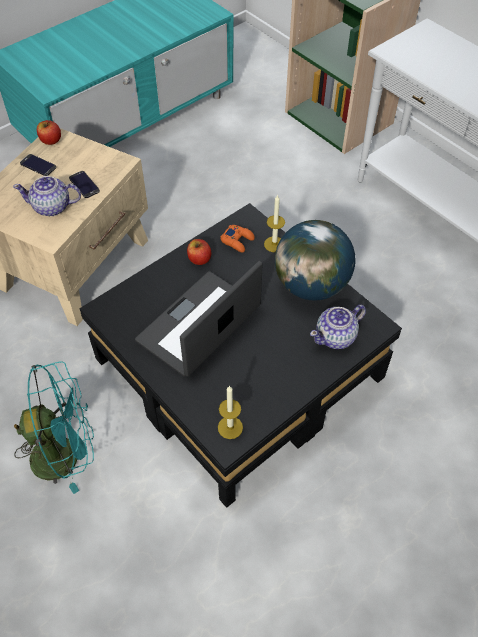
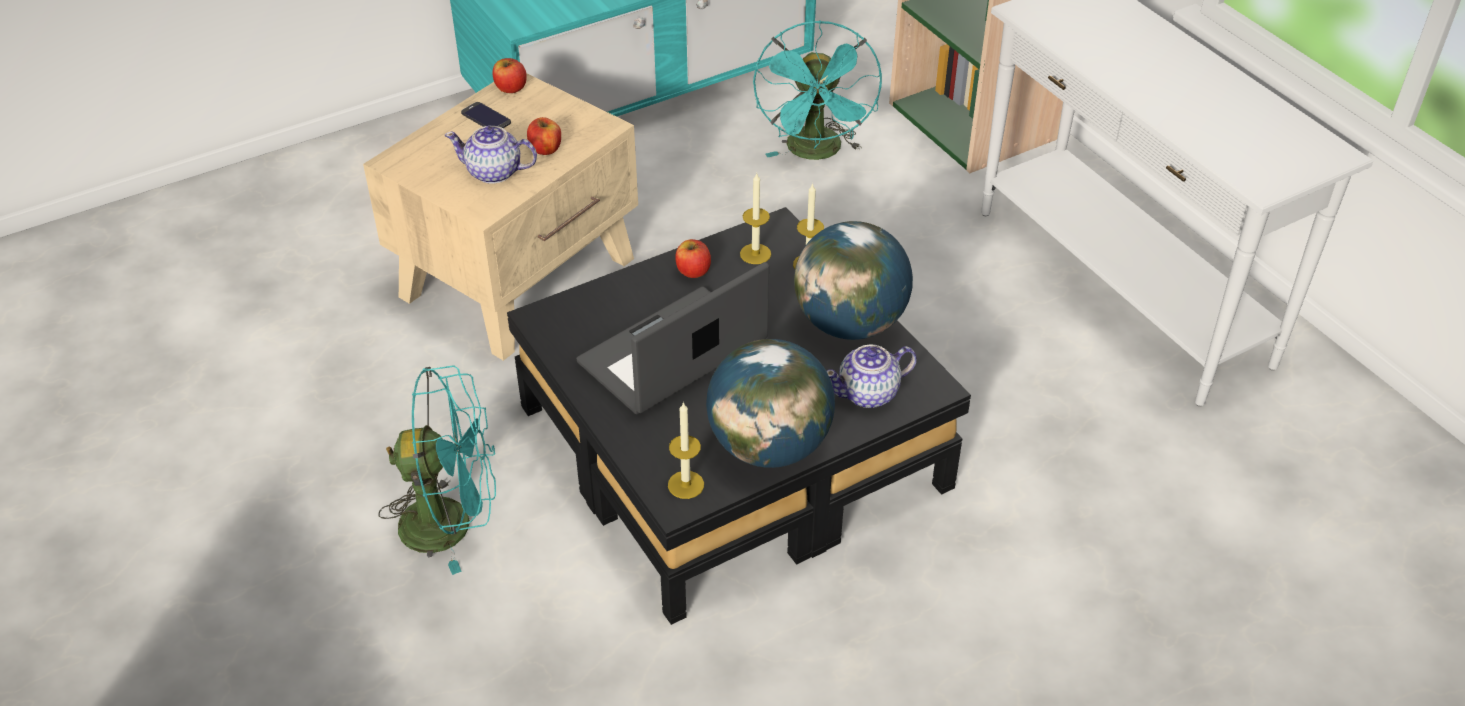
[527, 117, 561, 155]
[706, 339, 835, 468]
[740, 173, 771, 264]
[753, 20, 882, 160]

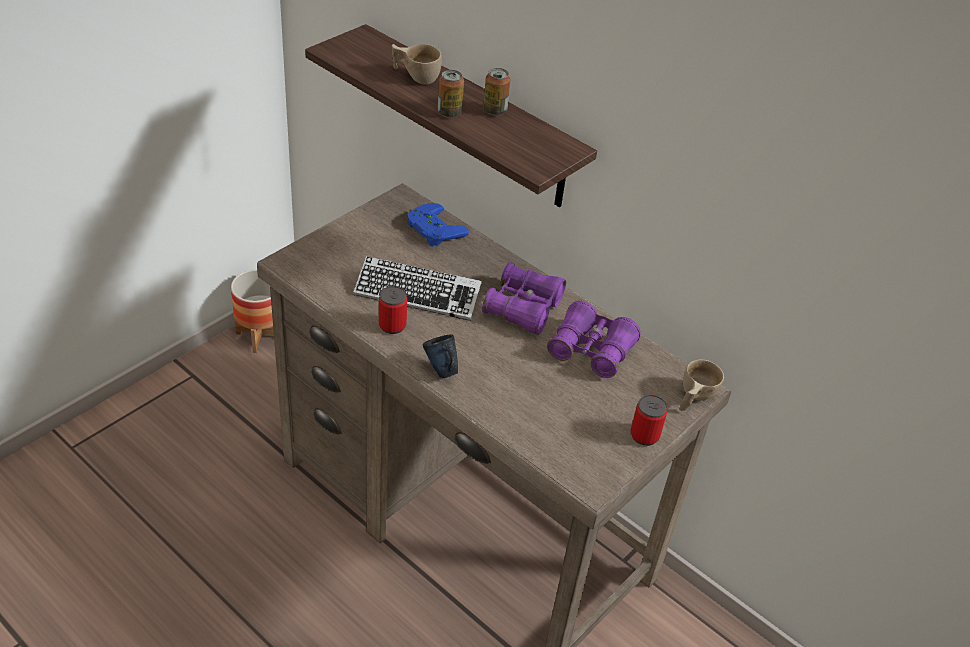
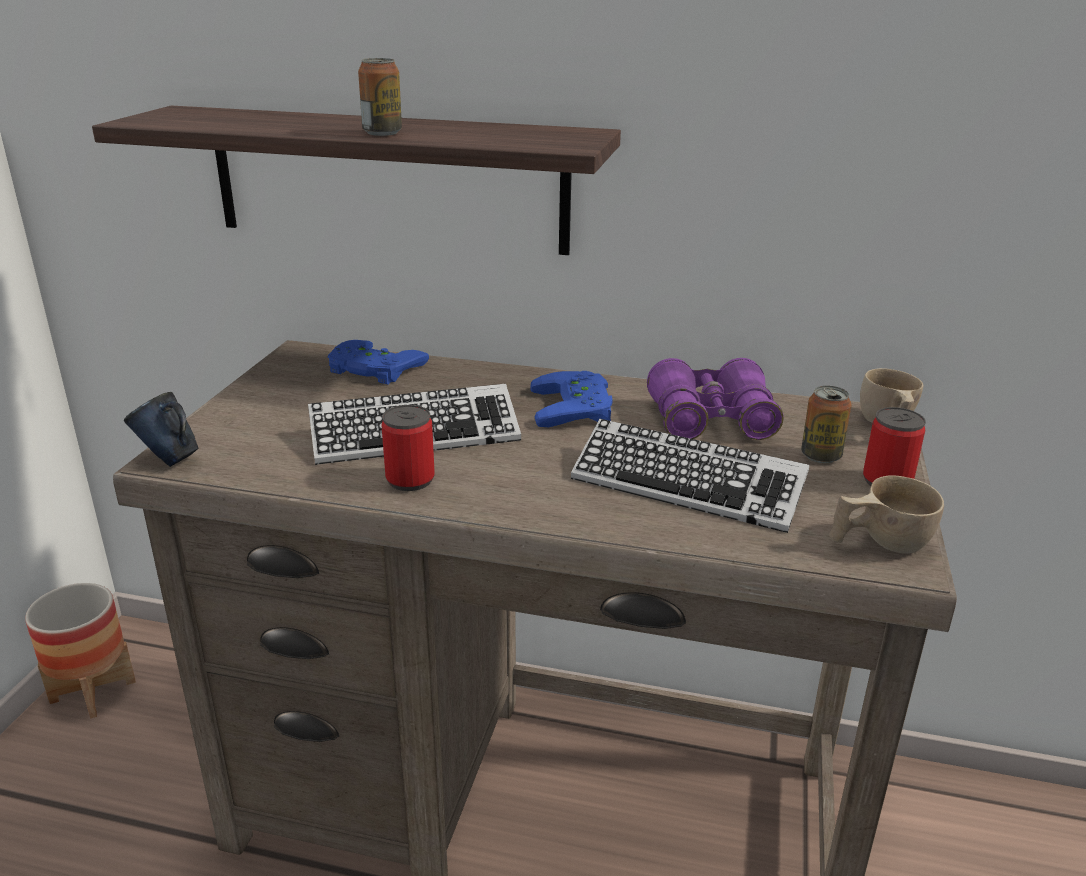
[124, 392, 198, 467]
[530, 371, 612, 427]
[571, 418, 809, 533]
[801, 386, 852, 463]
[829, 475, 944, 554]

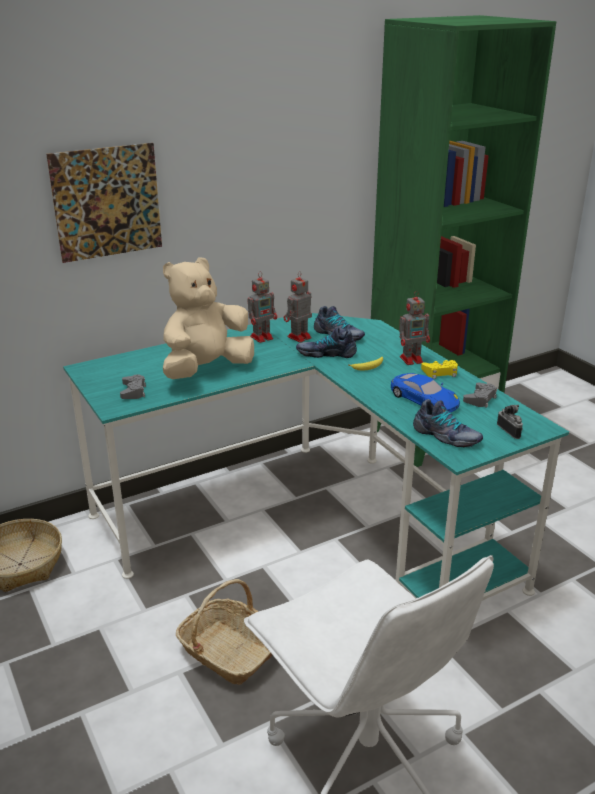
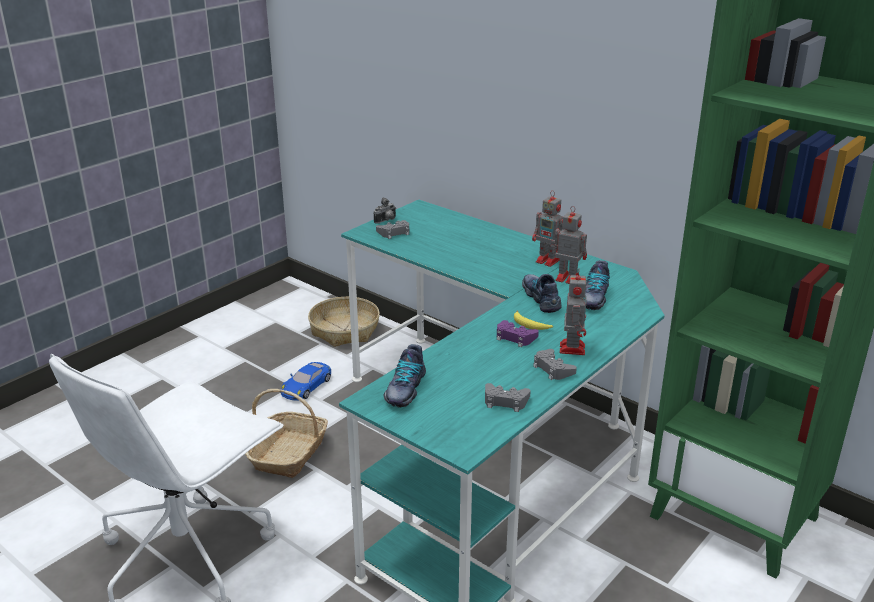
[281, 362, 331, 400]
[373, 198, 396, 224]
[497, 320, 539, 347]
[533, 349, 577, 380]
[560, 270, 586, 355]
[46, 143, 162, 263] (first image)
[163, 257, 254, 379] (first image)

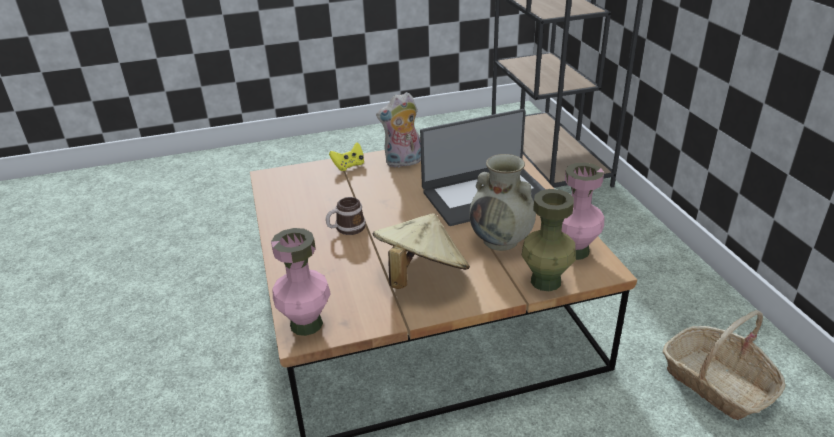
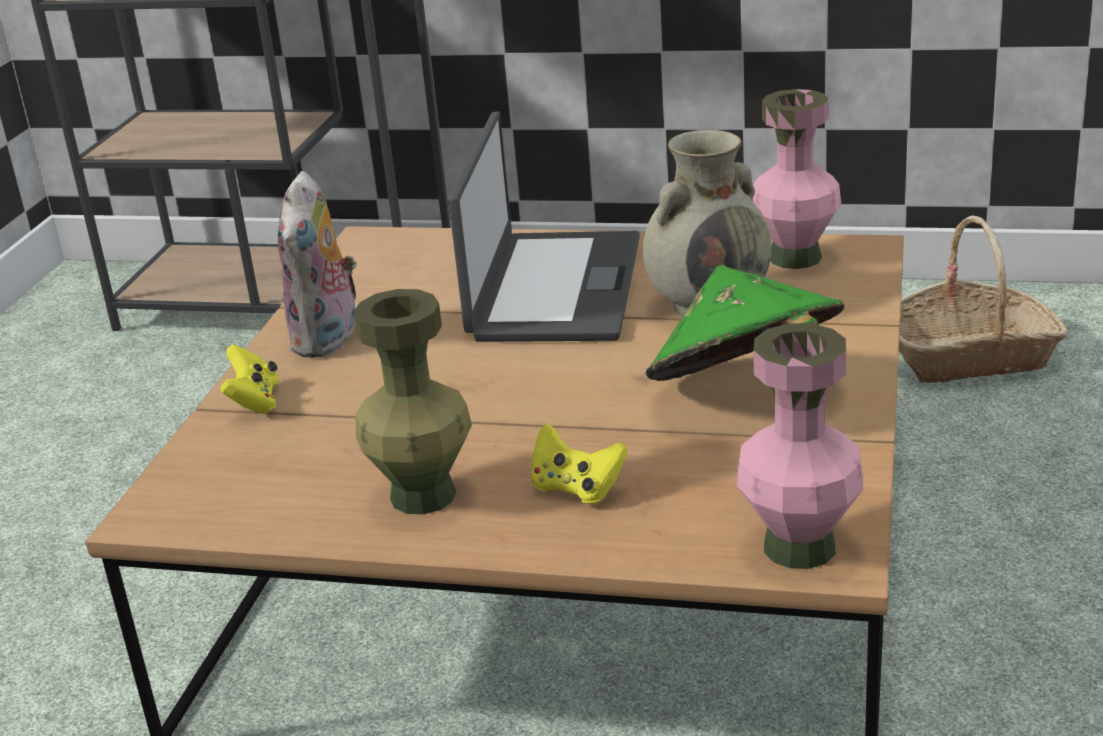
[354, 289, 472, 514]
[532, 423, 628, 504]
[646, 265, 844, 381]
[326, 197, 366, 235] (first image)

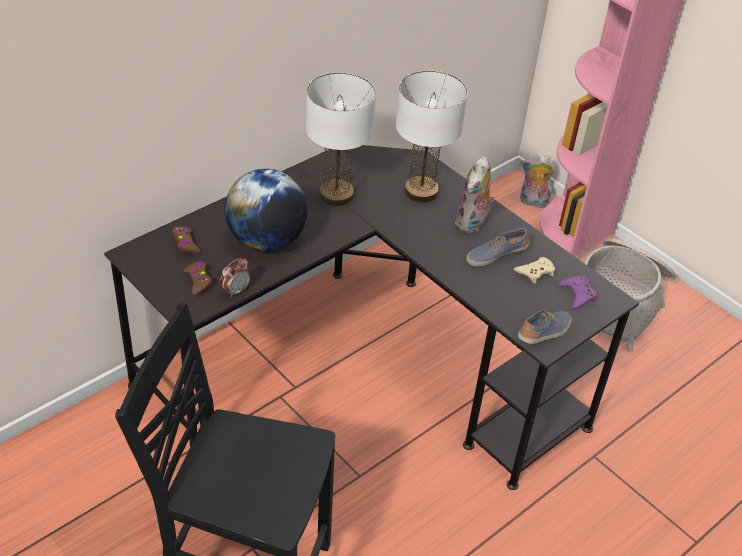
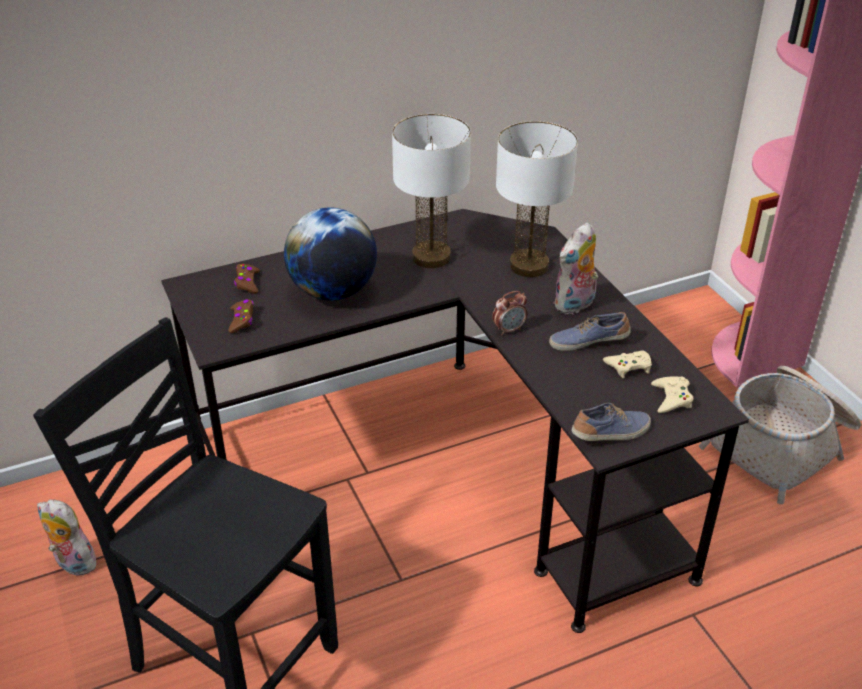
[37, 499, 98, 577]
[492, 291, 527, 336]
[651, 376, 693, 413]

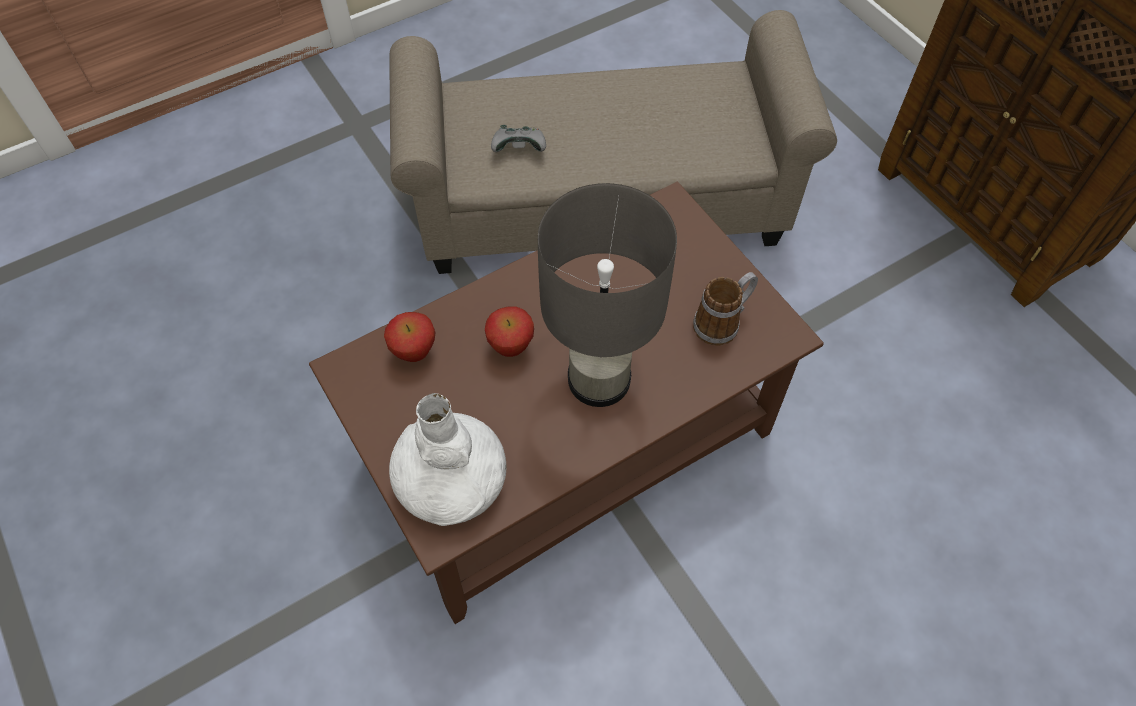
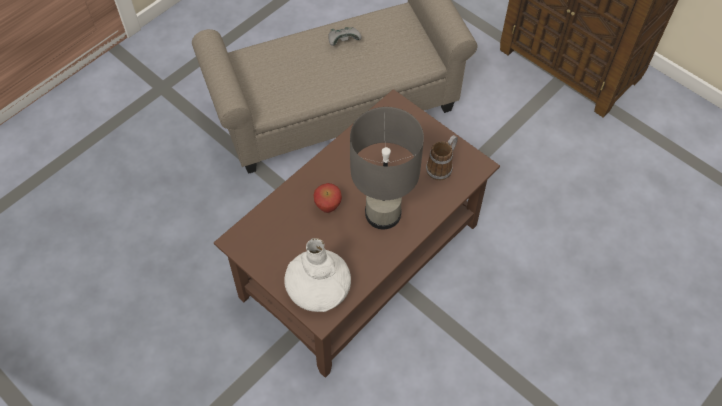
[328, 27, 362, 46]
[384, 312, 436, 362] (first image)

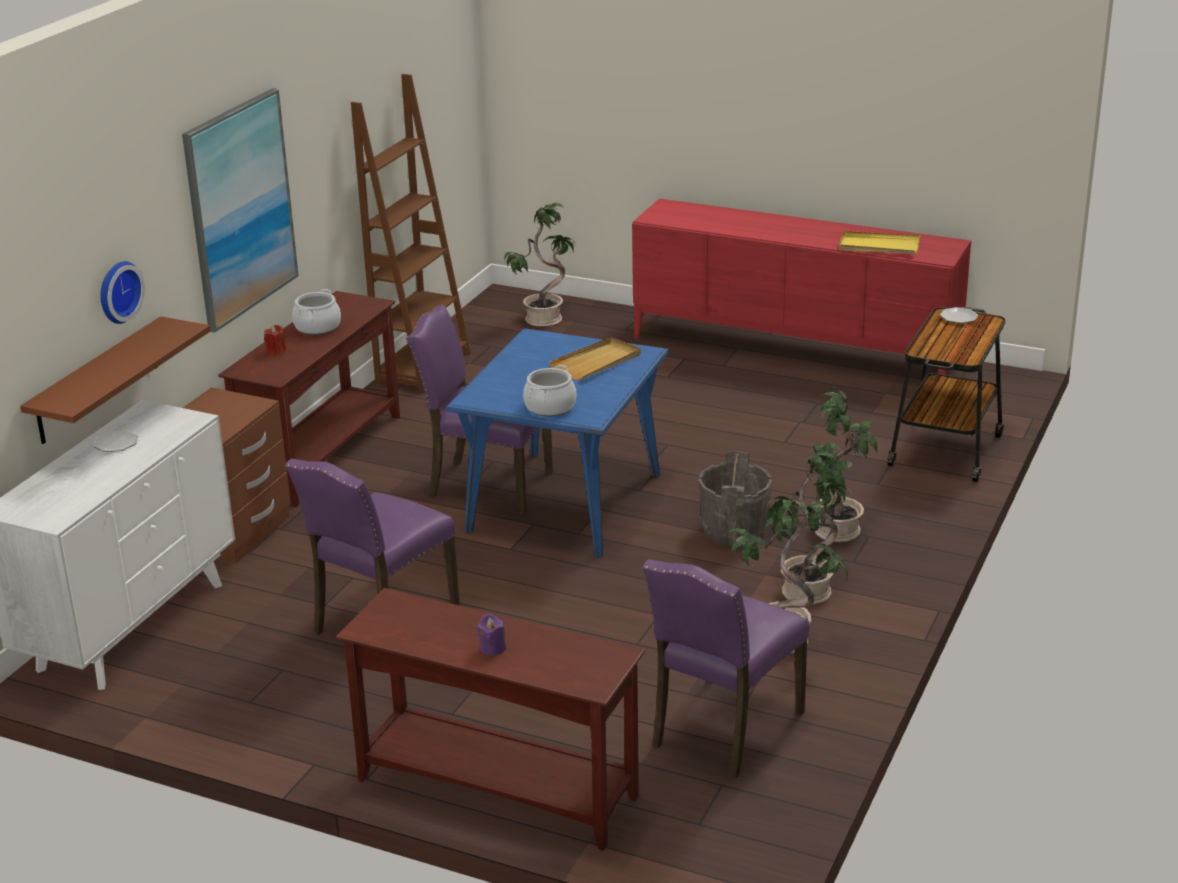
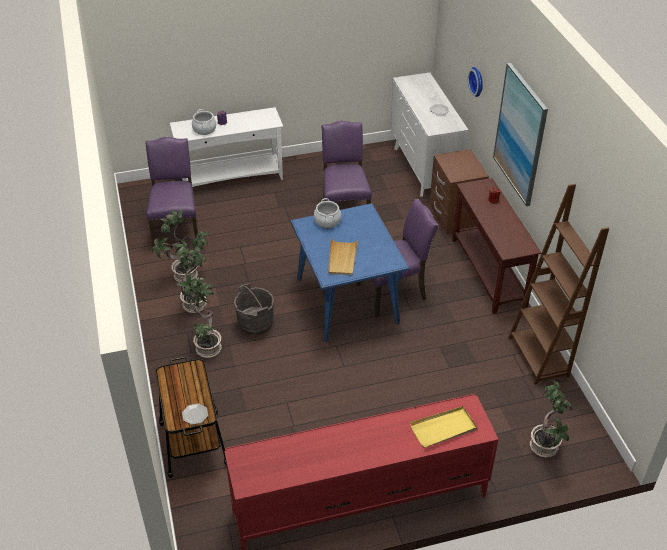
[170, 107, 283, 187]
[192, 109, 216, 135]
[410, 406, 477, 448]
[20, 316, 210, 444] (first image)

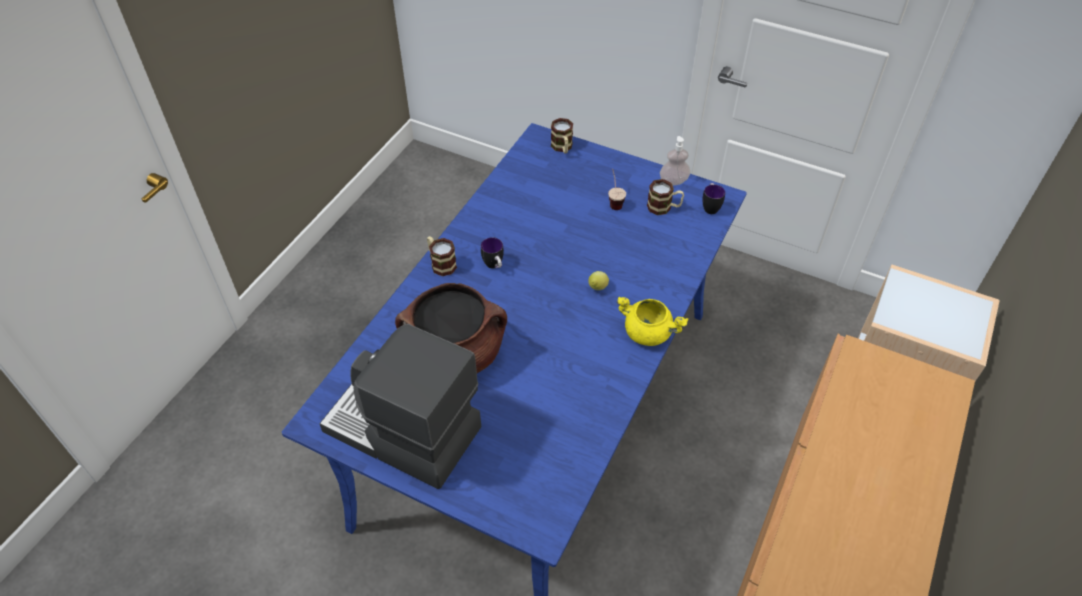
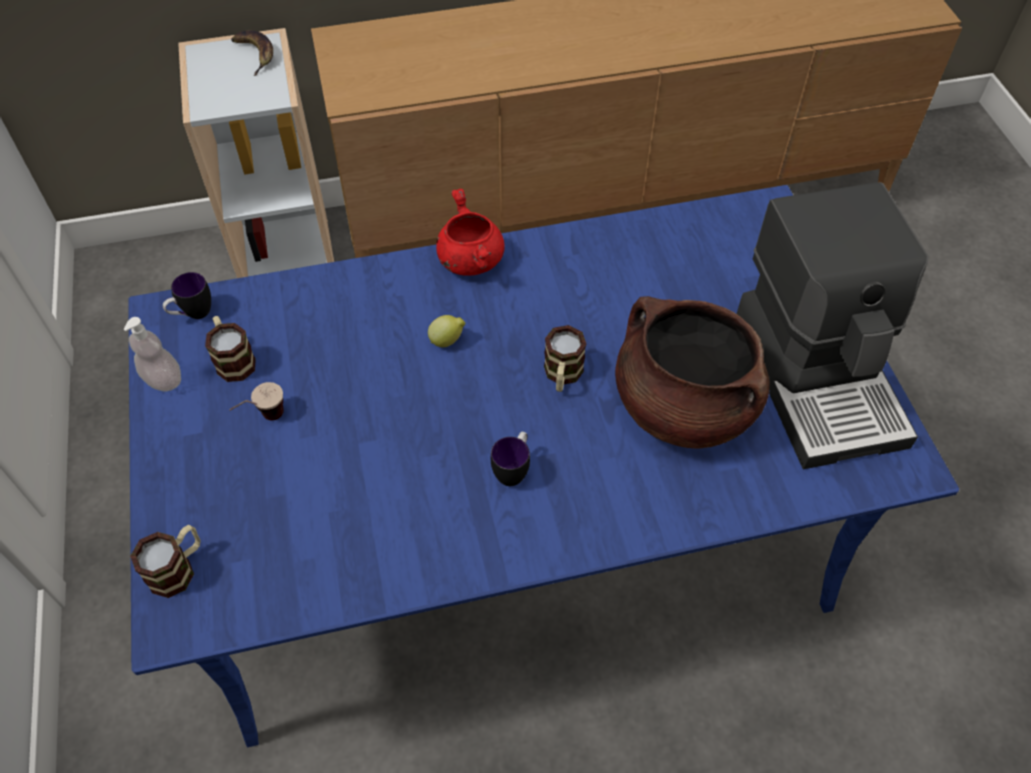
[231, 31, 273, 76]
[436, 189, 505, 276]
[544, 325, 586, 392]

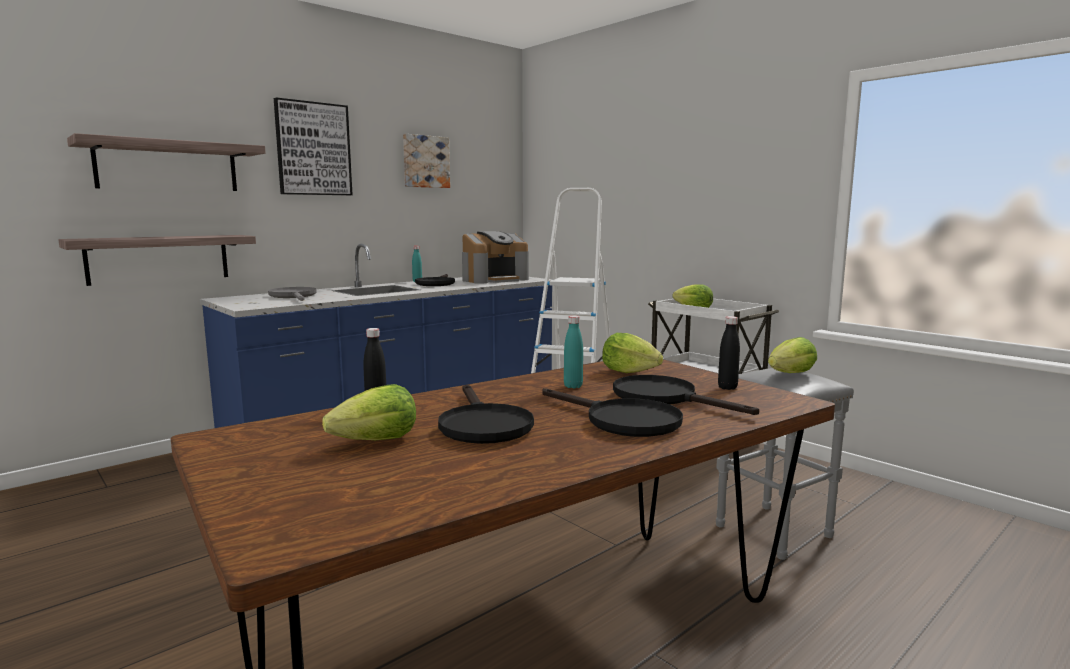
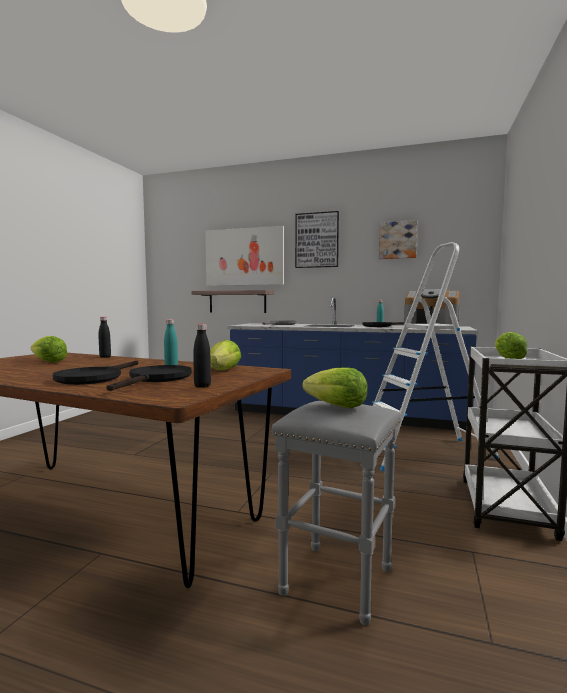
[205, 226, 284, 286]
[438, 385, 534, 444] (first image)

